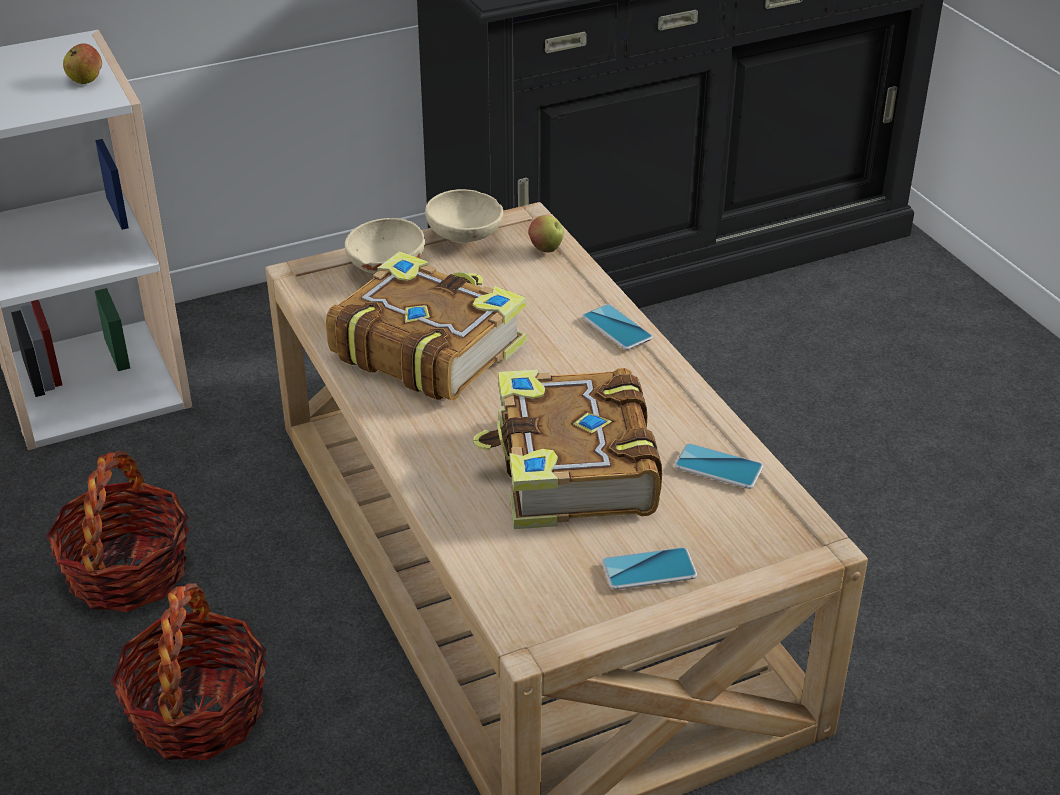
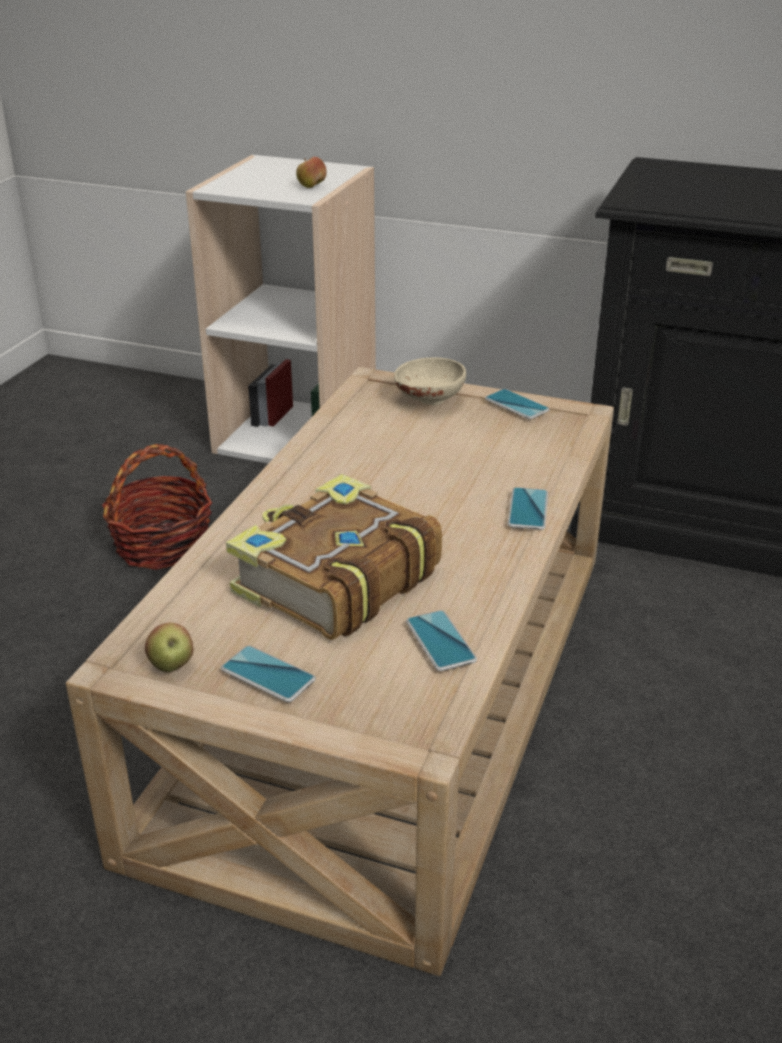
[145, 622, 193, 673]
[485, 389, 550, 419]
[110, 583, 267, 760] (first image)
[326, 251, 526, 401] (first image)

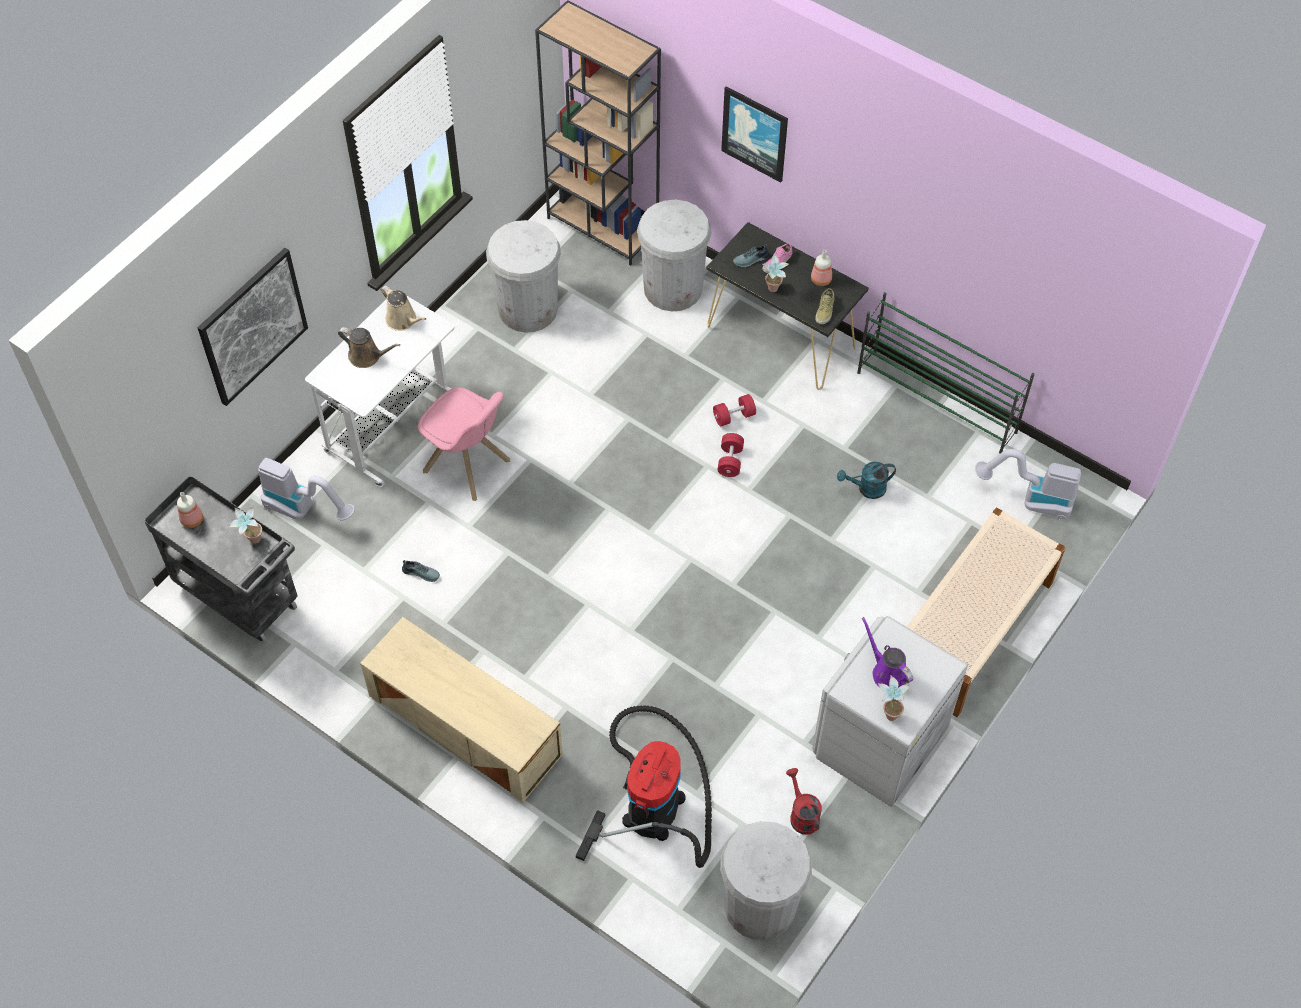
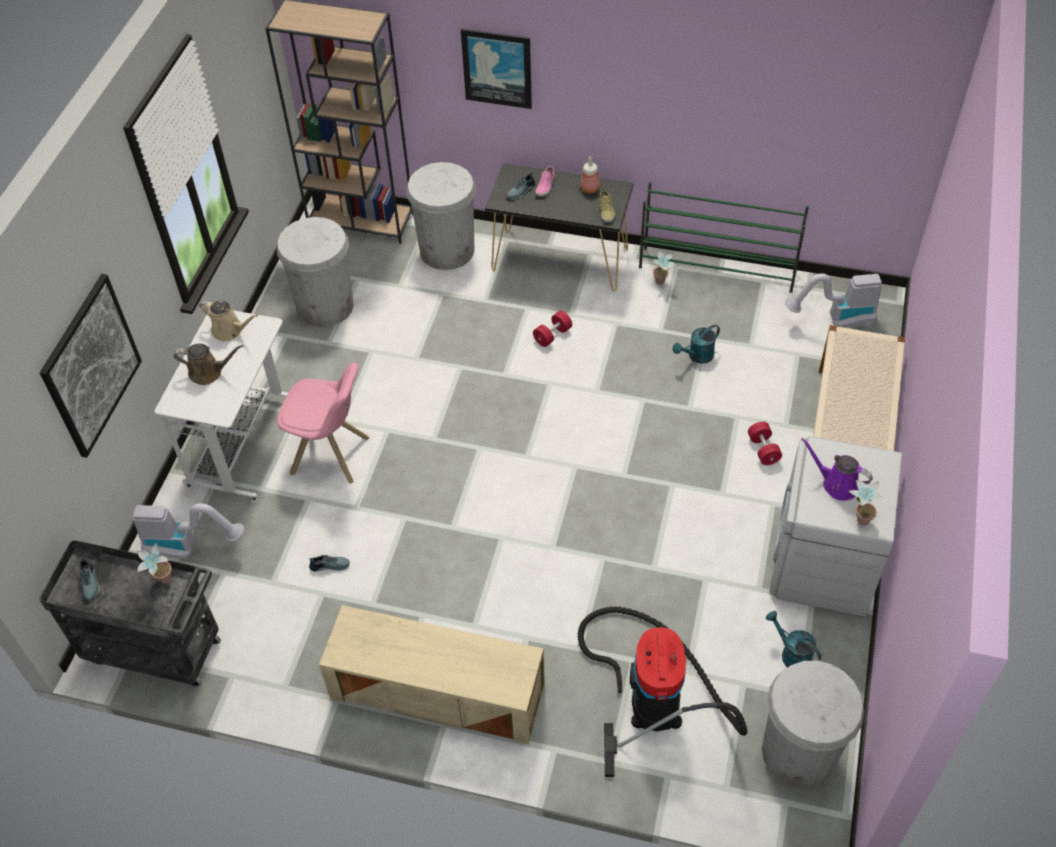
[79, 557, 100, 600]
[653, 250, 677, 285]
[748, 422, 782, 465]
[766, 611, 821, 667]

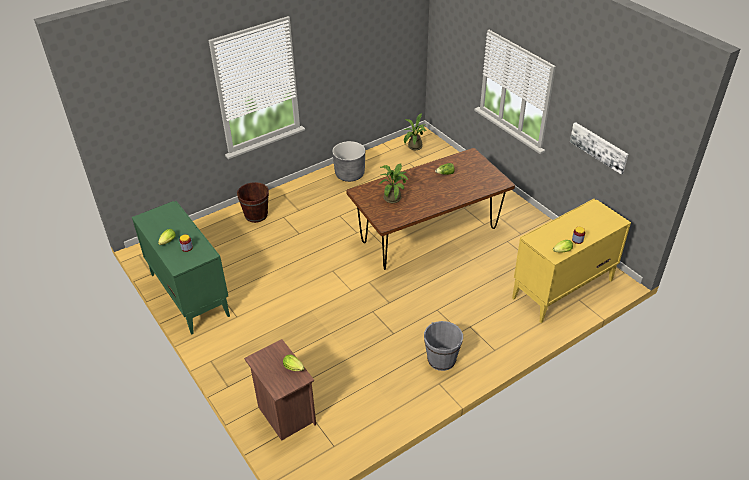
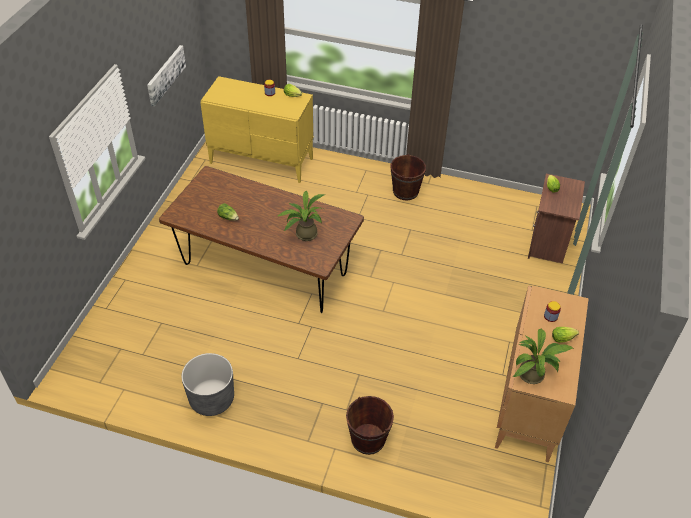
[391, 154, 426, 200]
[495, 285, 589, 462]
[512, 328, 573, 384]

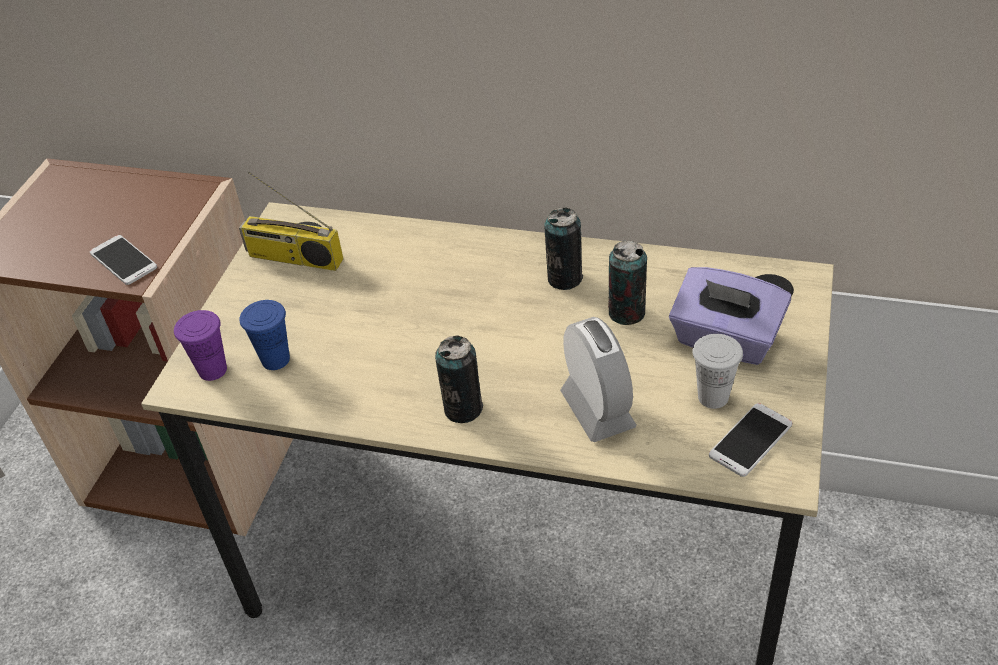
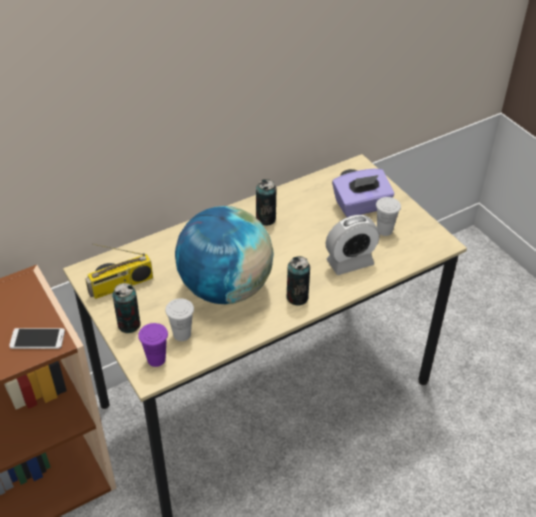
[112, 283, 140, 333]
[165, 298, 194, 341]
[175, 206, 274, 304]
[326, 215, 380, 275]
[709, 403, 792, 477] (first image)

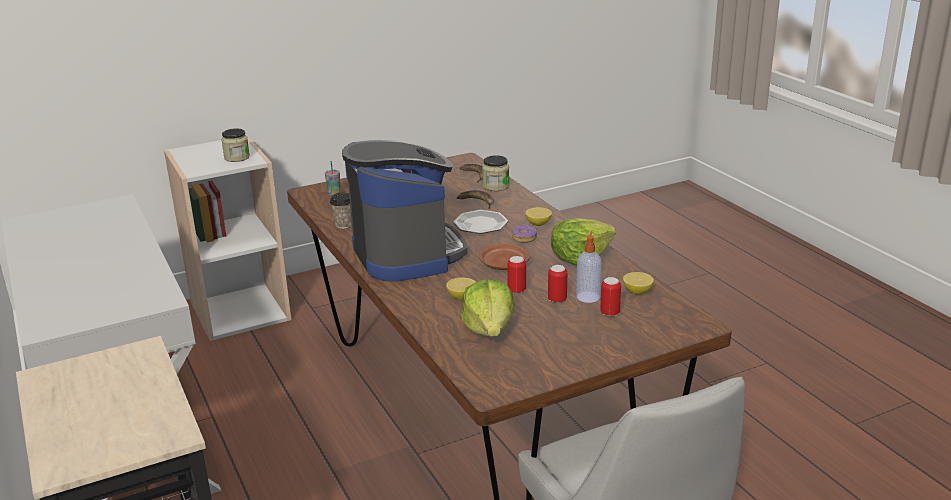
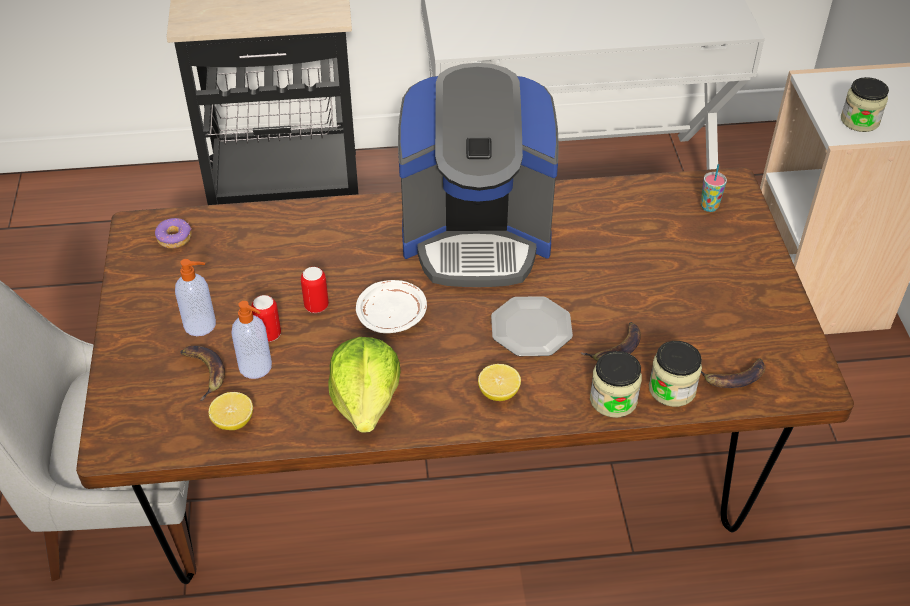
[155, 218, 192, 248]
[175, 259, 216, 336]
[181, 346, 225, 401]
[356, 280, 427, 333]
[590, 351, 642, 418]
[330, 192, 352, 229] (first image)
[446, 278, 476, 300] (first image)
[461, 279, 515, 337] (first image)

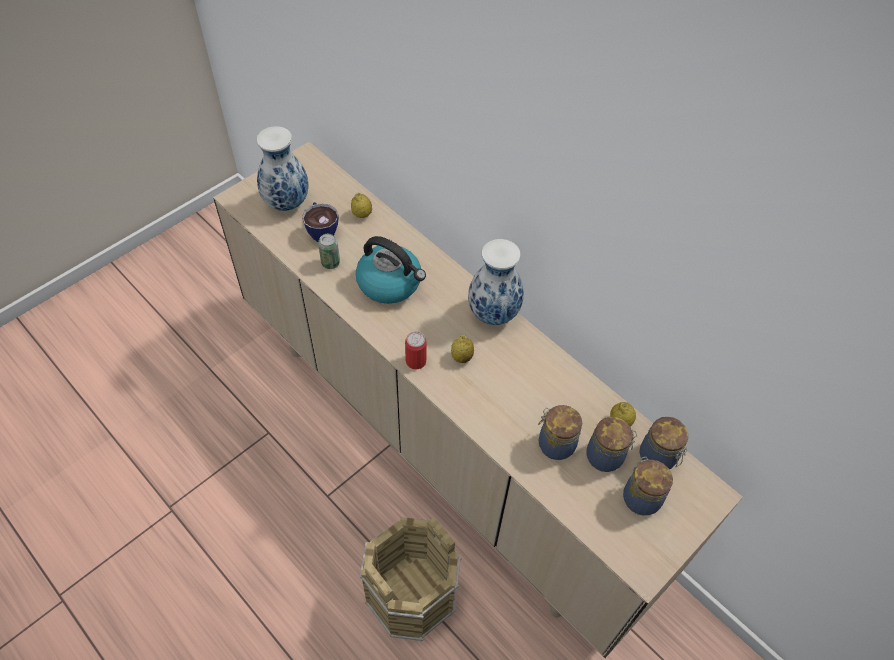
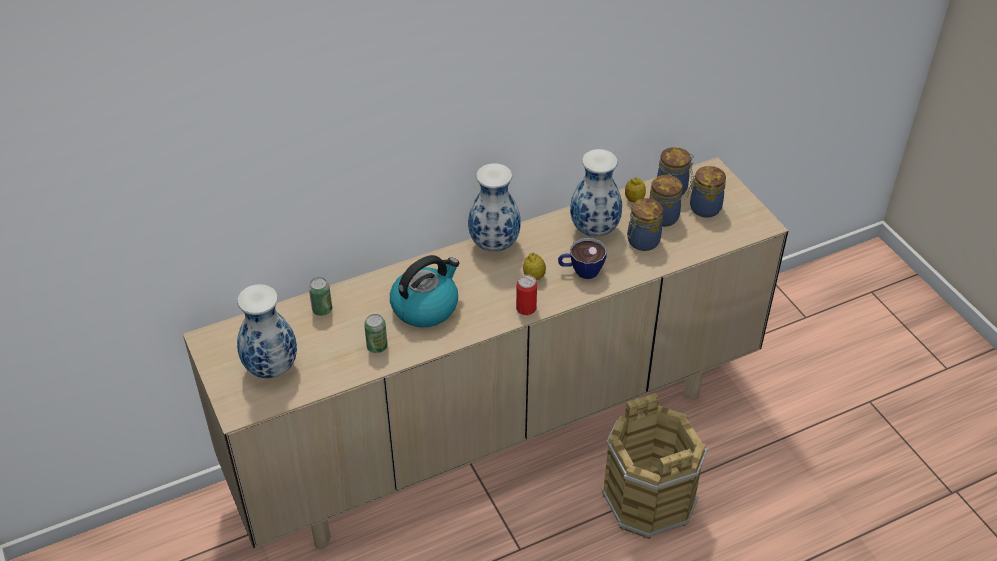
[309, 277, 332, 316]
[558, 238, 607, 279]
[570, 149, 622, 237]

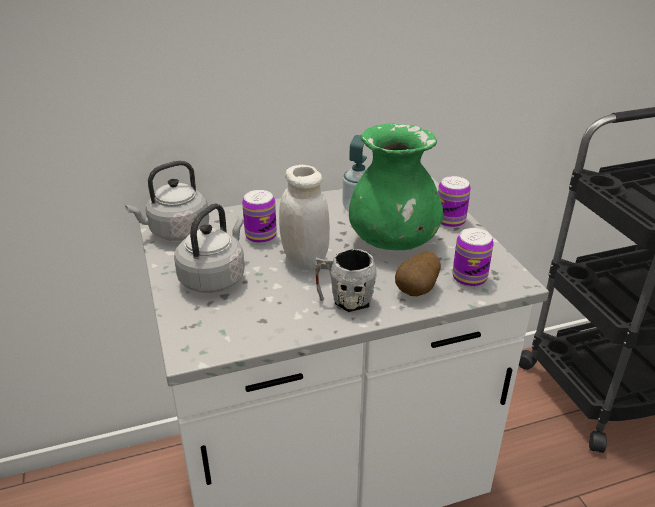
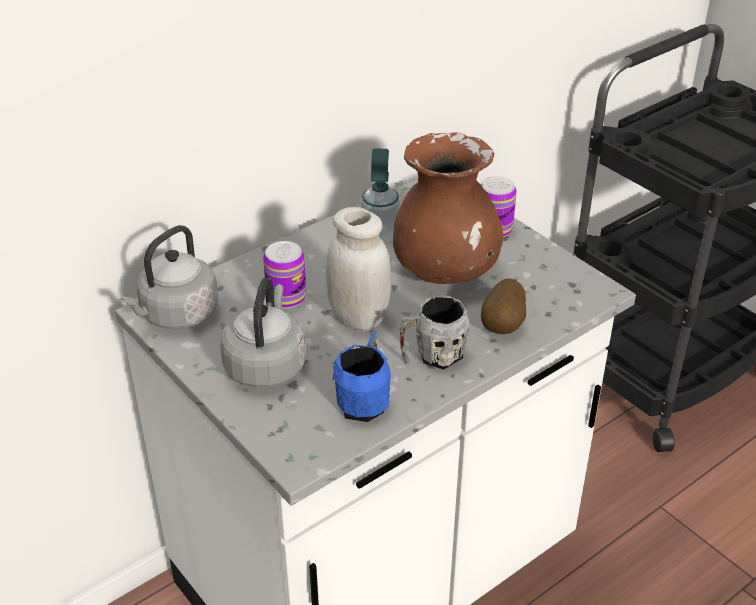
[332, 332, 391, 422]
[393, 132, 503, 284]
[453, 228, 494, 287] (first image)

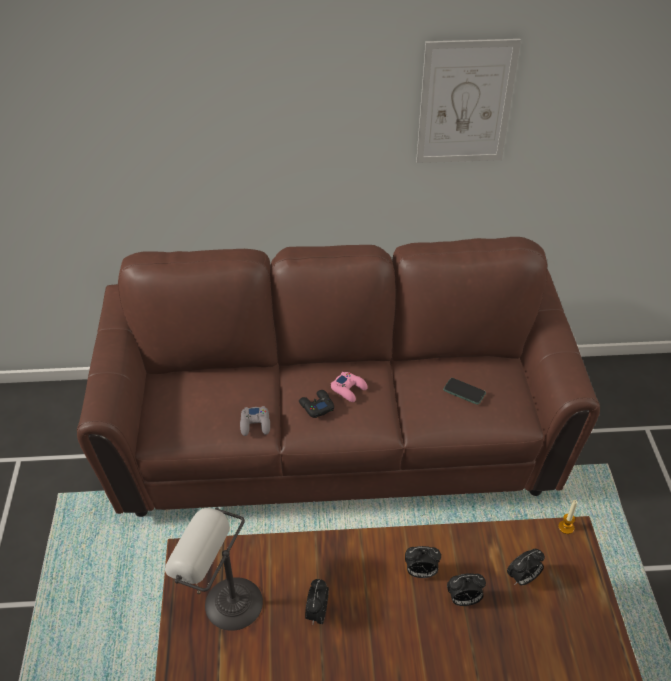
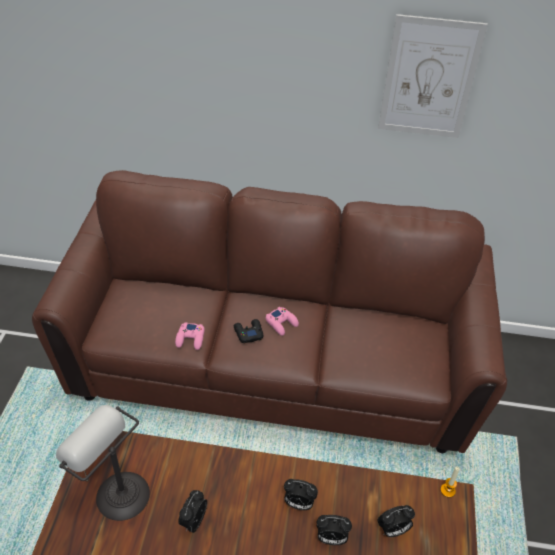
[175, 322, 205, 350]
[443, 378, 486, 405] (first image)

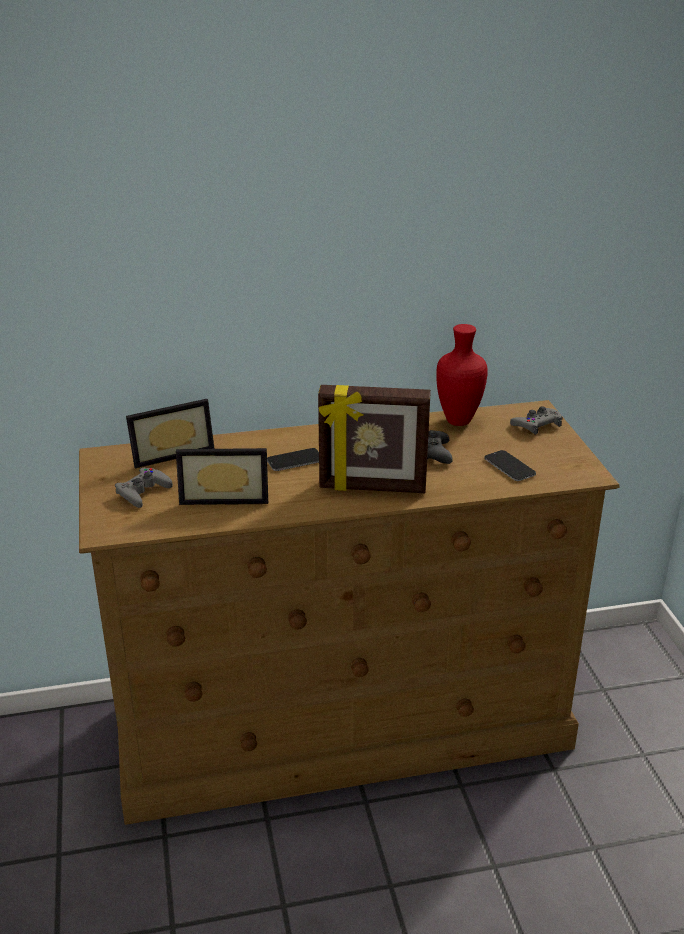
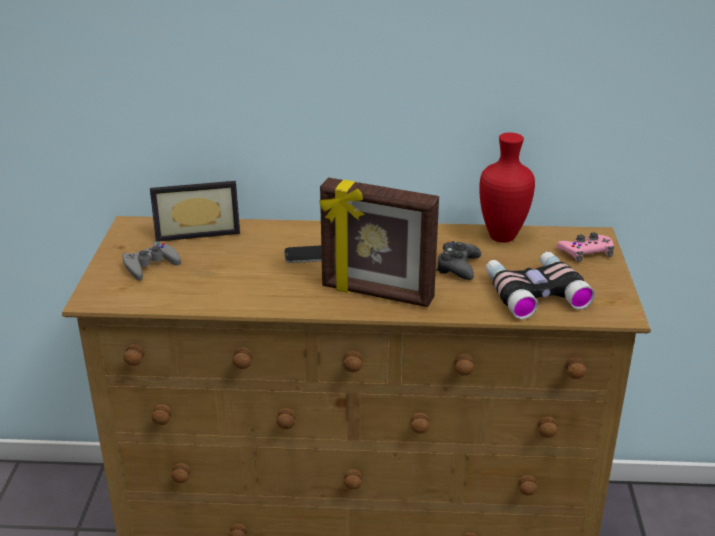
[485, 252, 595, 320]
[557, 232, 614, 262]
[176, 448, 268, 505] (first image)

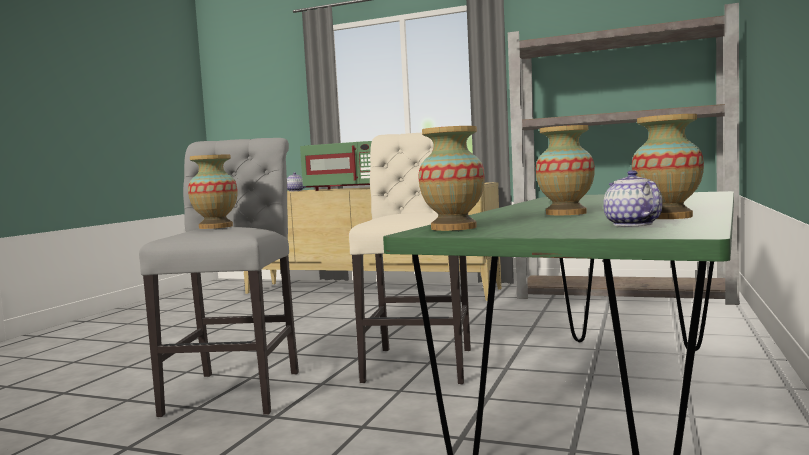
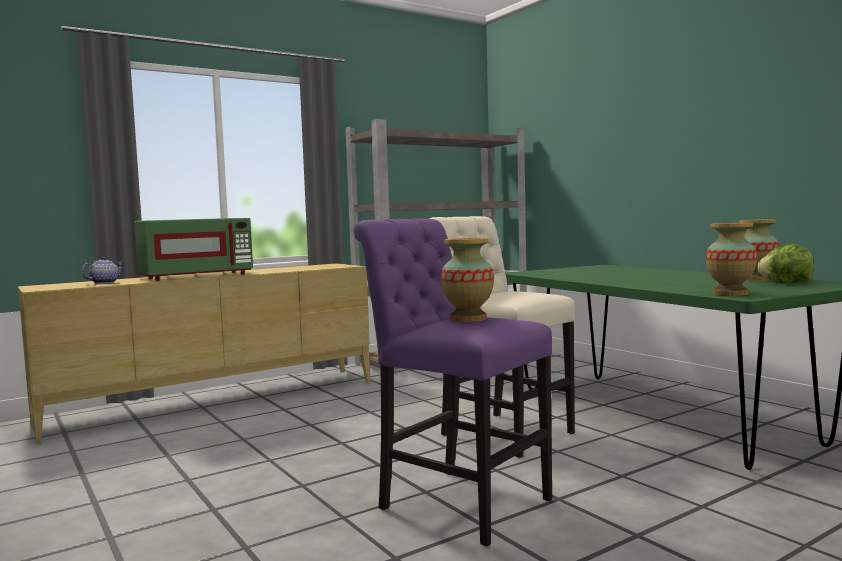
[354, 218, 552, 547]
[757, 244, 814, 284]
[536, 125, 595, 215] (first image)

